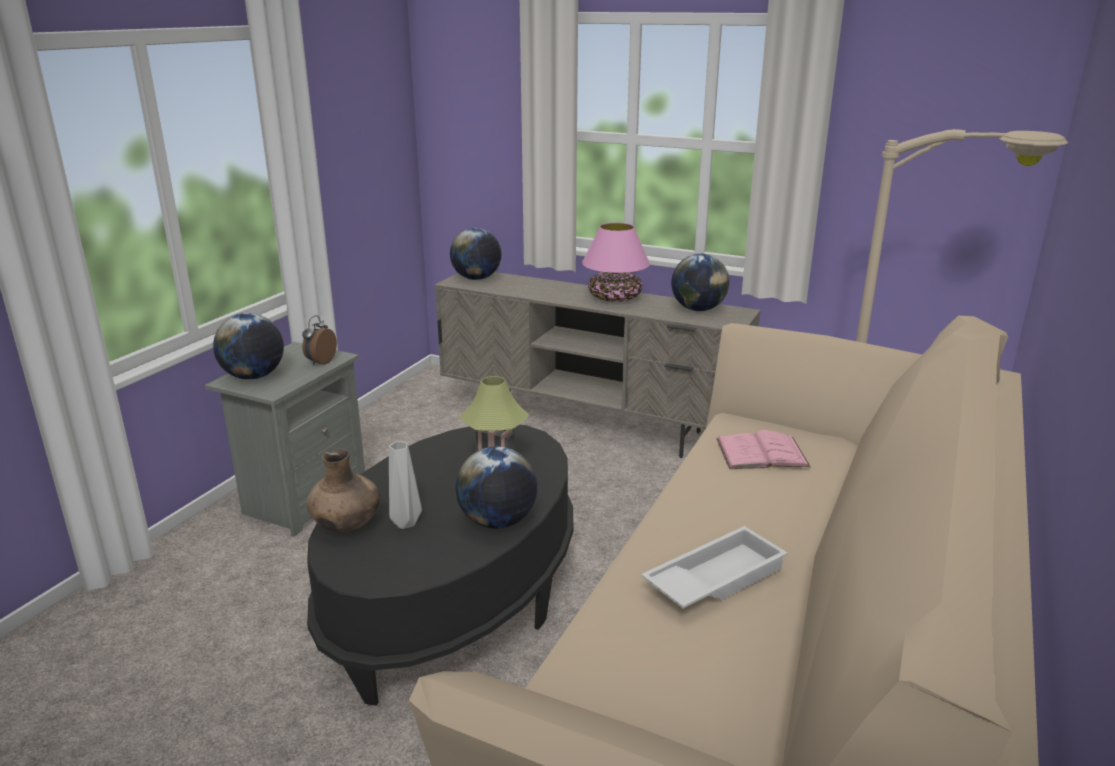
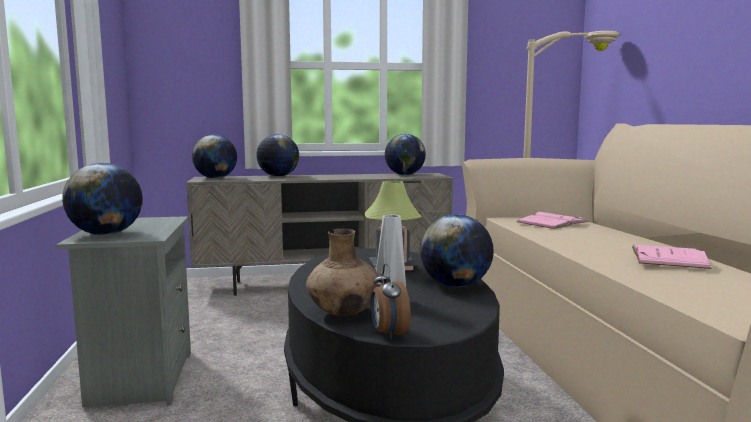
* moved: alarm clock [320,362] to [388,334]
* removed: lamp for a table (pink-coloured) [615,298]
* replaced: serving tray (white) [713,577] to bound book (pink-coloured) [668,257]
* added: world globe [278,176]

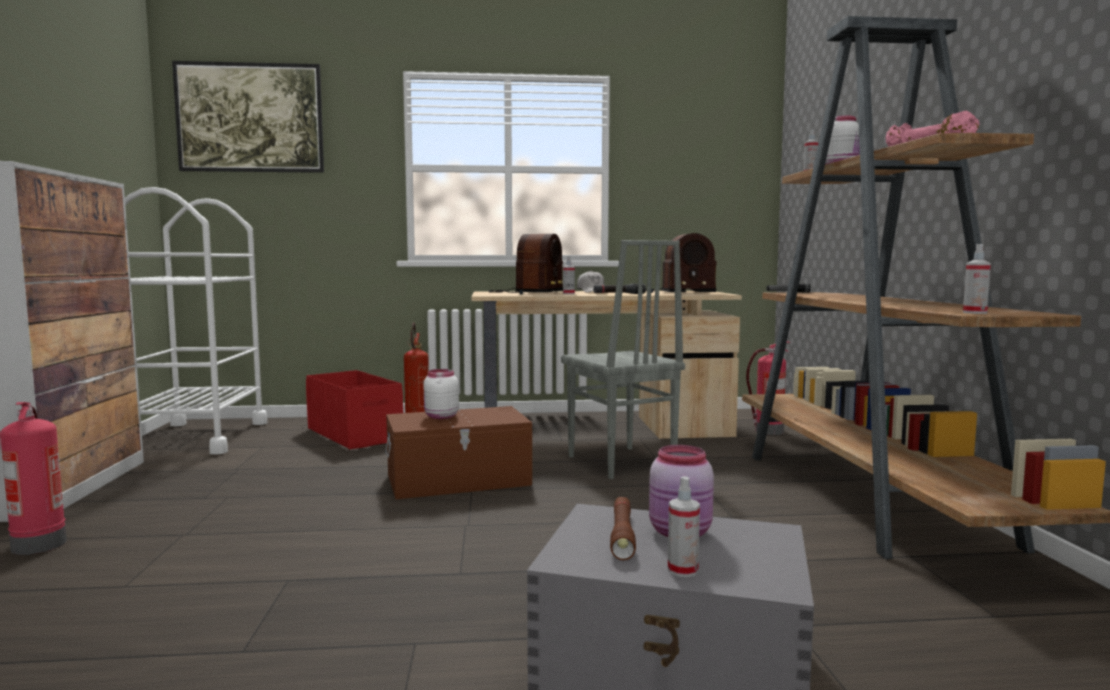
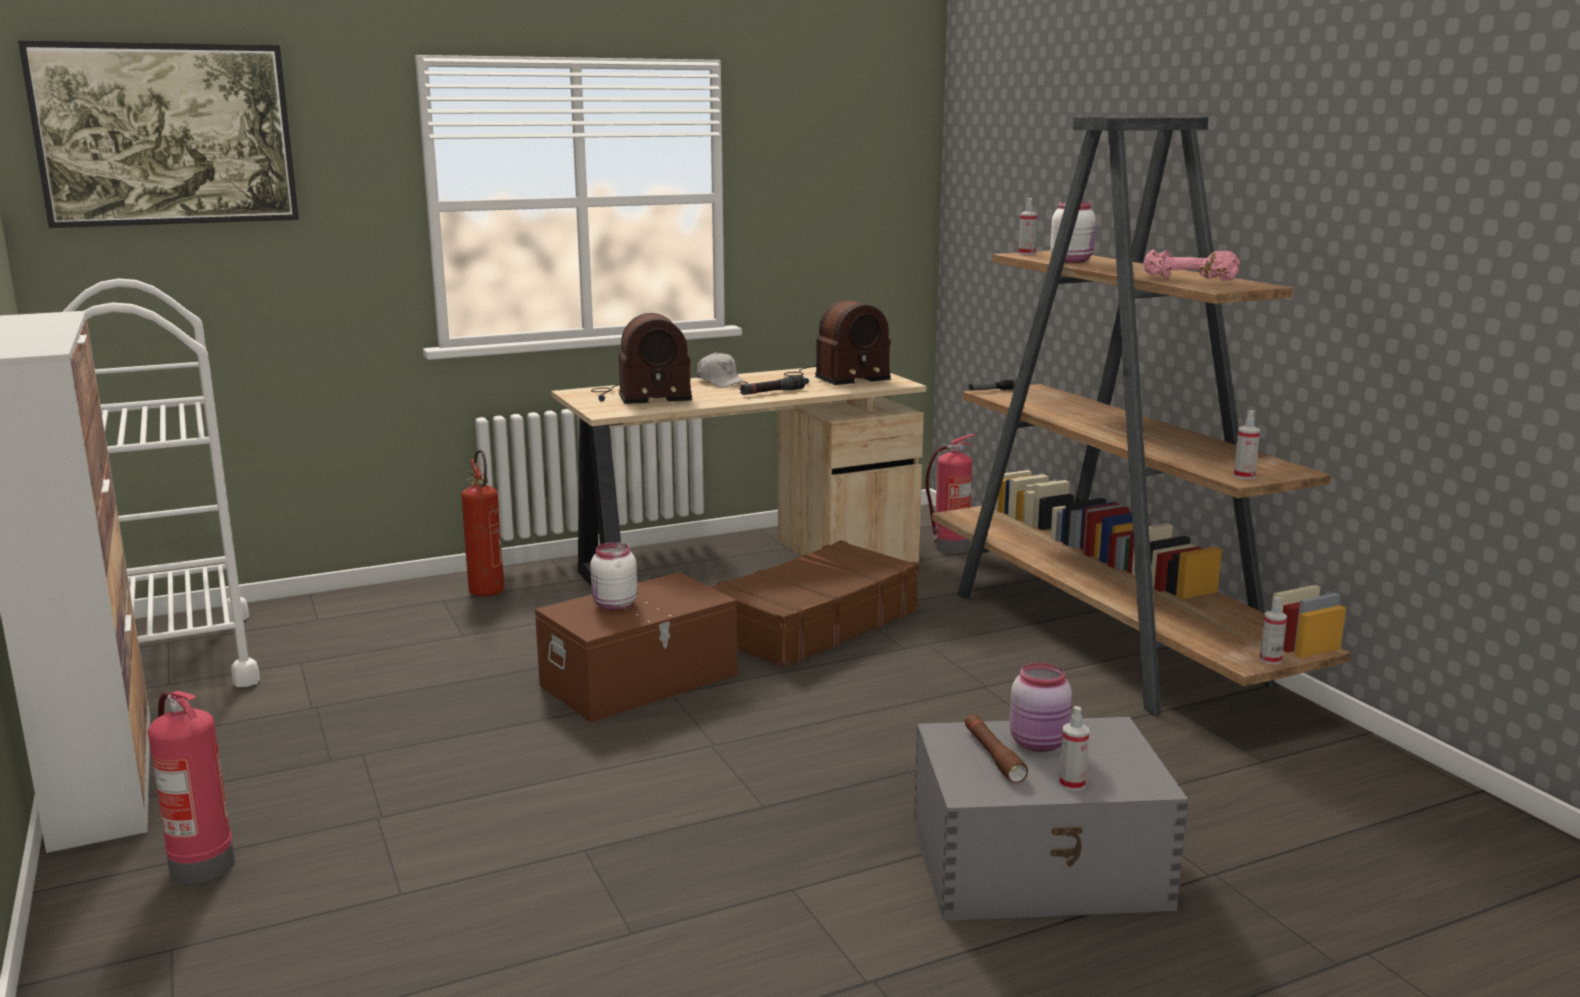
* removed: storage box (red-coloured) [355,434]
* turned: radio set [525,293] = [640,396] 75 degrees clockwise
* replaced: upright chair (gray) [619,463] to piece of luggage (brown-coloured) [812,624]
* moved: sprayer [568,293] to [1270,660]

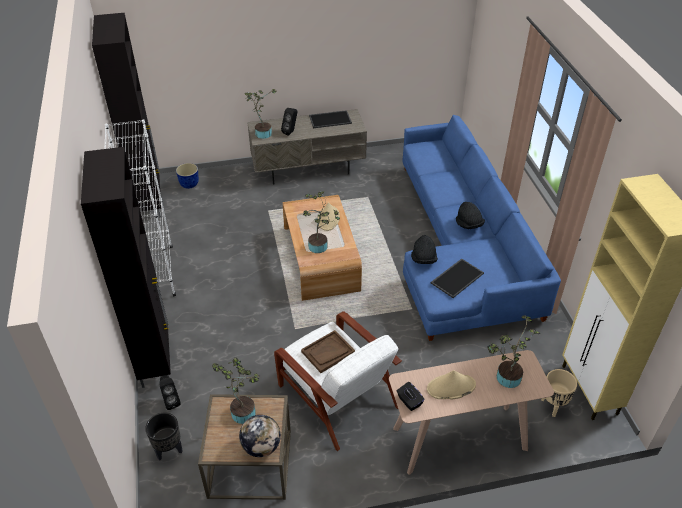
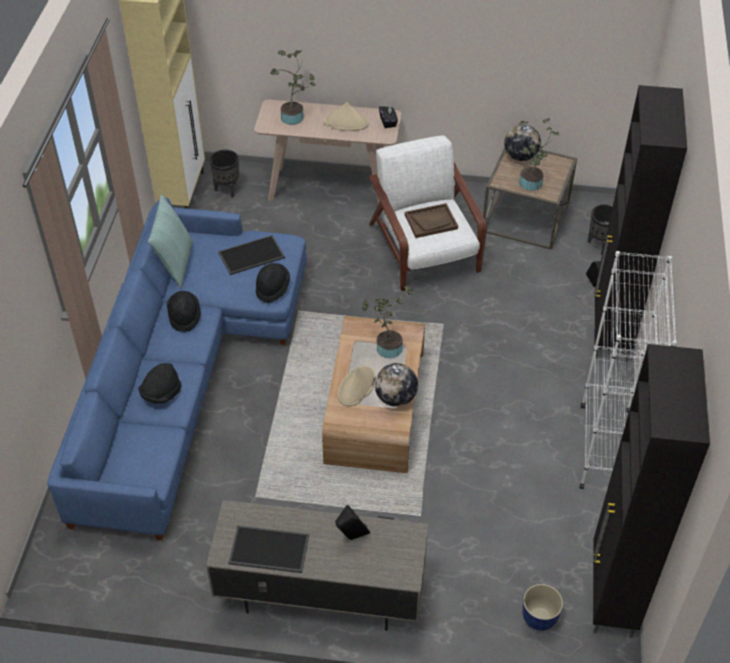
* removed: plant in a pot [262,133]
* recoloured: flower pot (beige-coloured) [553,406] to flower pot (black-coloured) [227,190]
* added: wearable hat (black-coloured) [161,393]
* added: throw pillow [175,263]
* added: world globe [395,398]

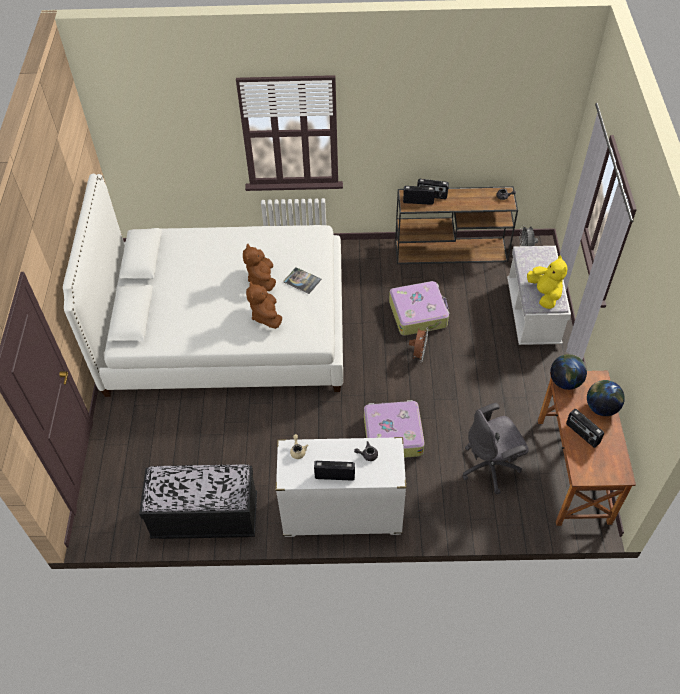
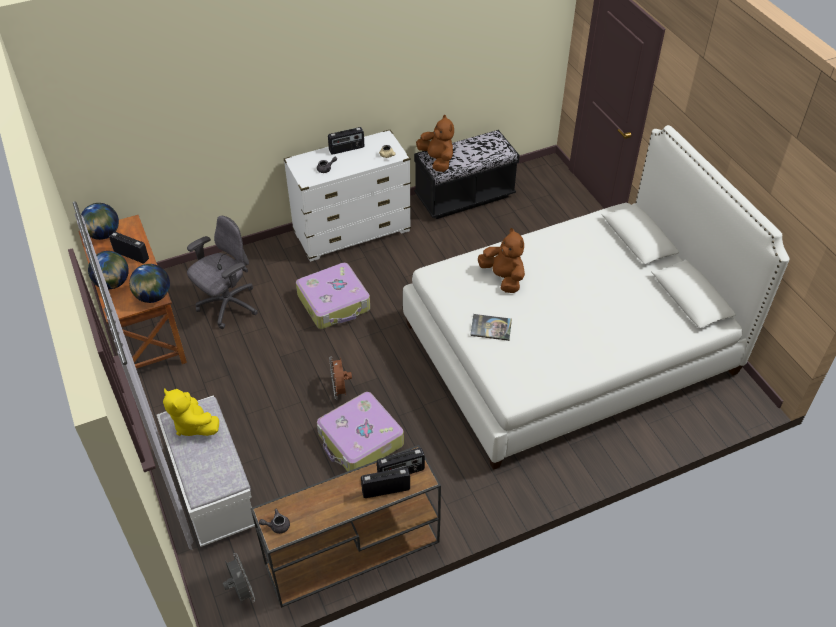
* moved: plush toy (brown-coloured) [262,279] to [437,160]
* added: world globe [103,234]

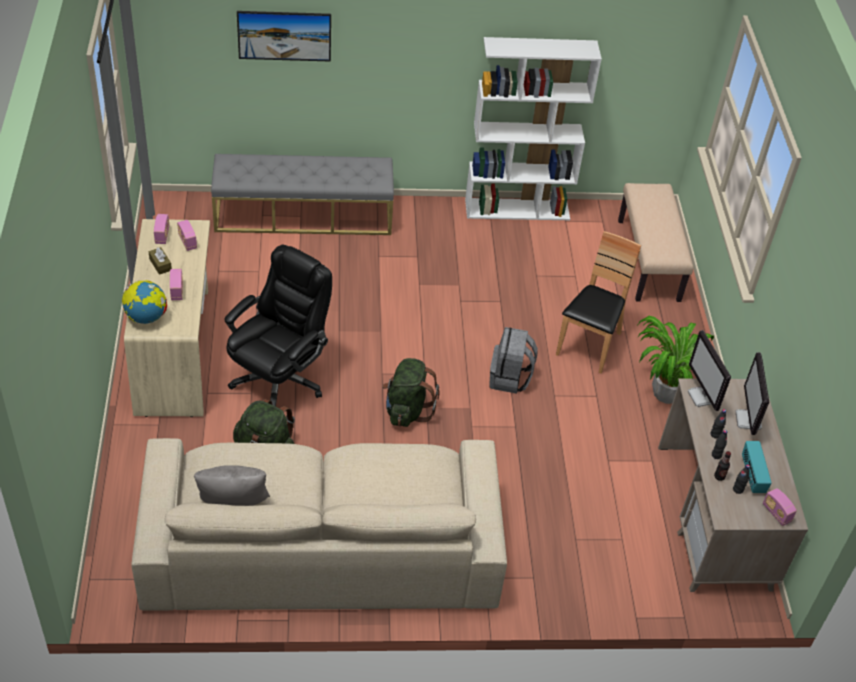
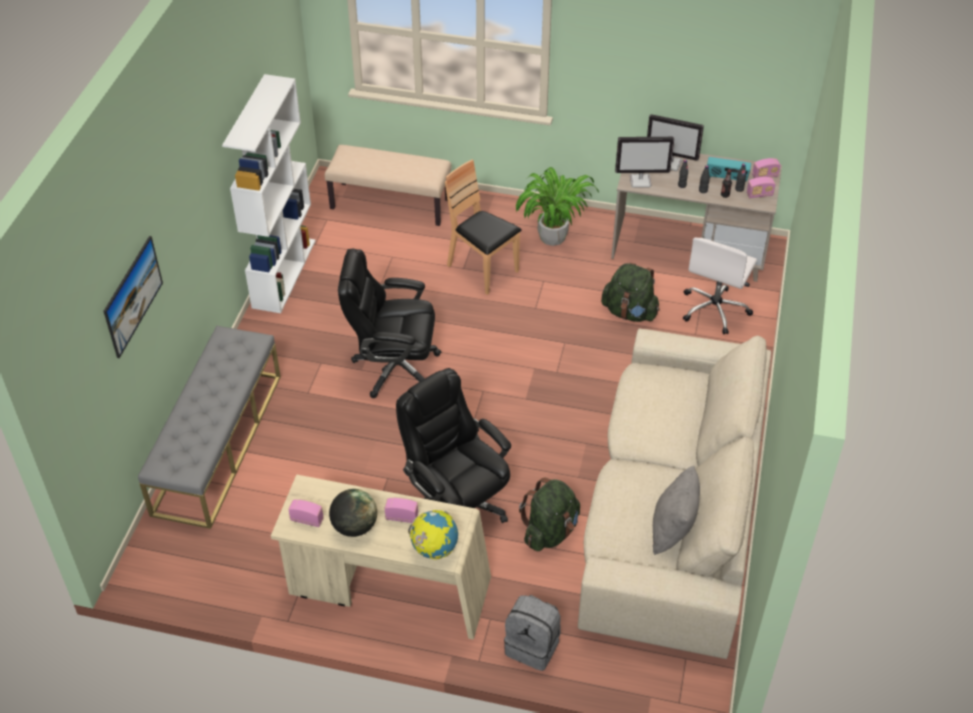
* replaced: tissue box (brown-coloured) [160,264] to world globe [355,527]
* moved: radio set [187,242] to [759,194]
* moved: backpack (green-coloured) [407,410] to [629,312]
* moved: backpack (gray) [510,378] to [533,646]
* added: office chair (black-coloured) [394,367]
* added: office chair (white) [715,309]

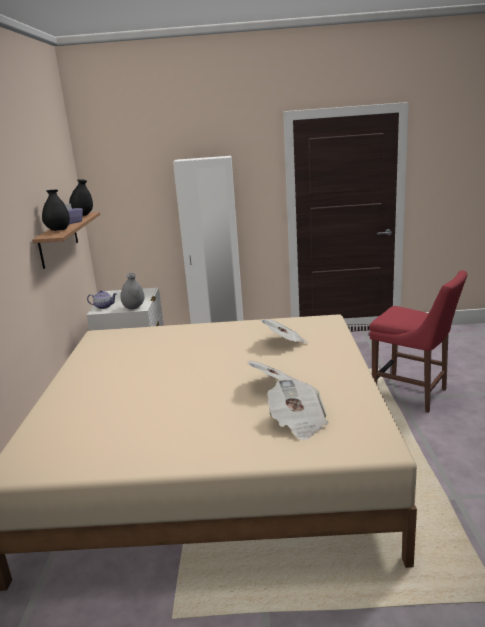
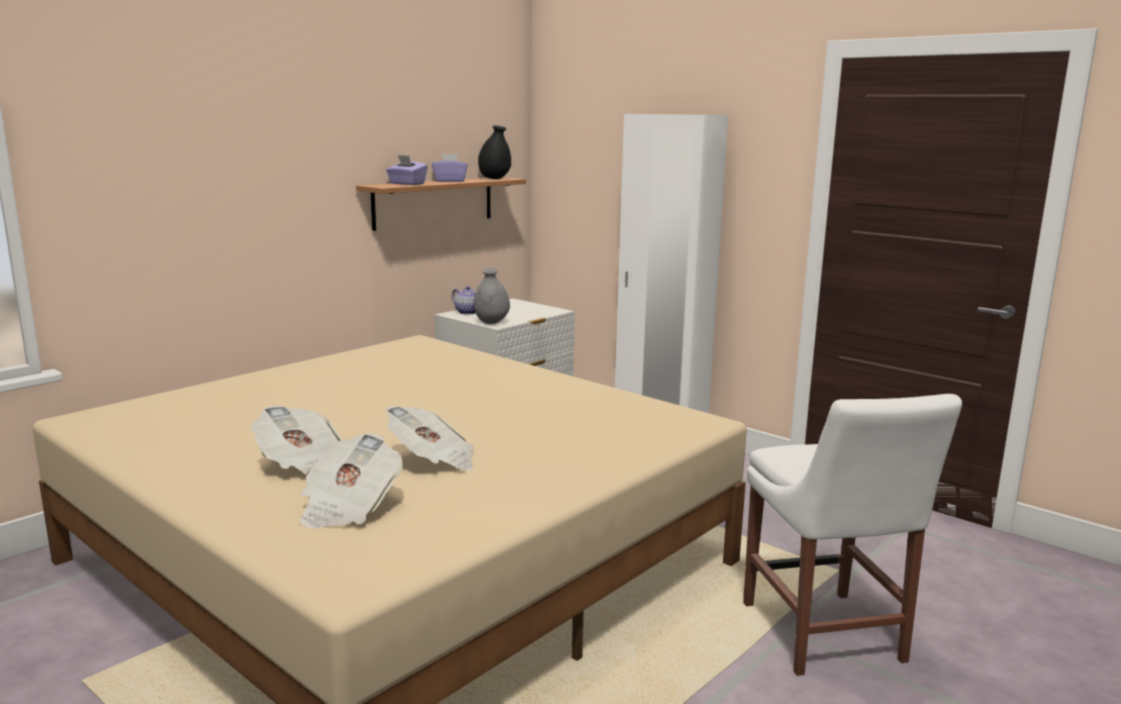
* replaced: flower vase (black-coloured) [58,230] to tissue box (purple-coloured) [407,184]
* moved: printed paper [285,342] to [304,466]
* recoloured: upright chair (red-coloured) [413,394] to upright chair (white) [825,637]

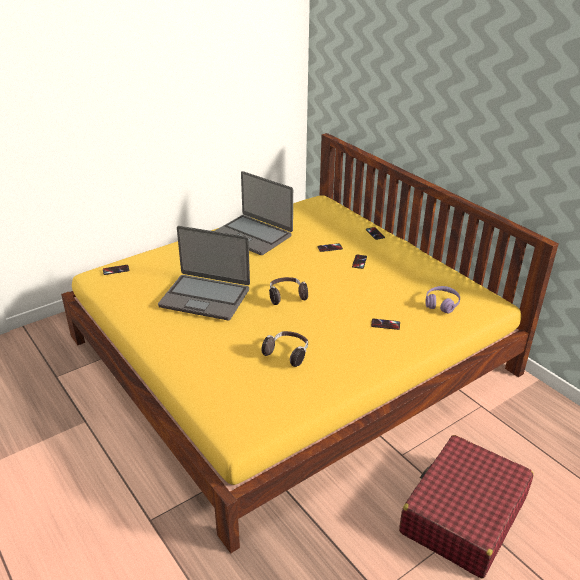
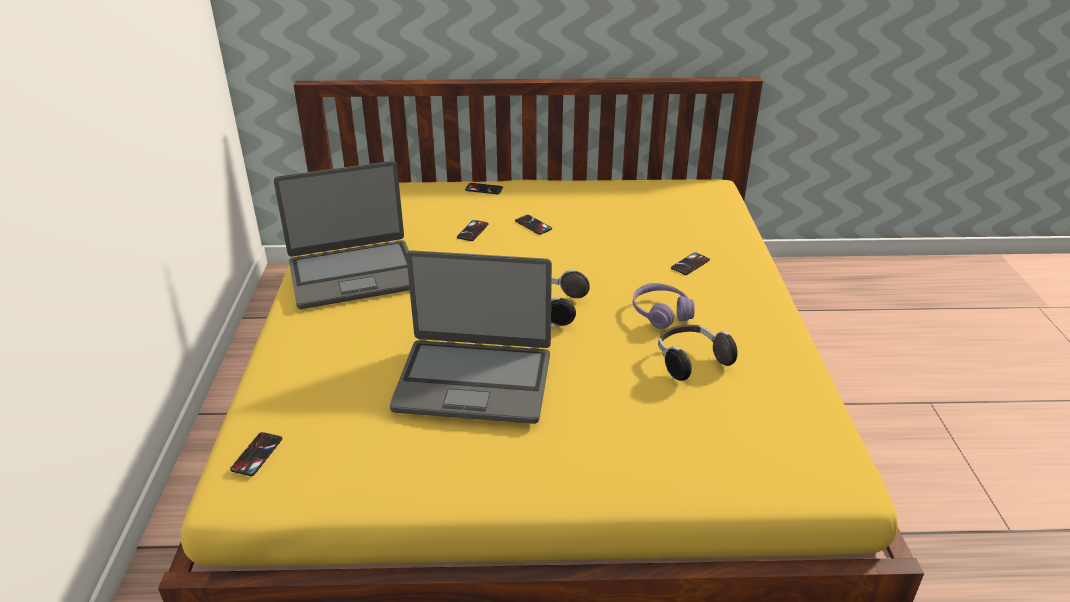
* turned: laptop [205,297] = [474,381] 45 degrees clockwise
* removed: piece of luggage (red-coloured) [463,515]
* moved: pair of headphones (purple-coloured) [441,304] to [661,313]

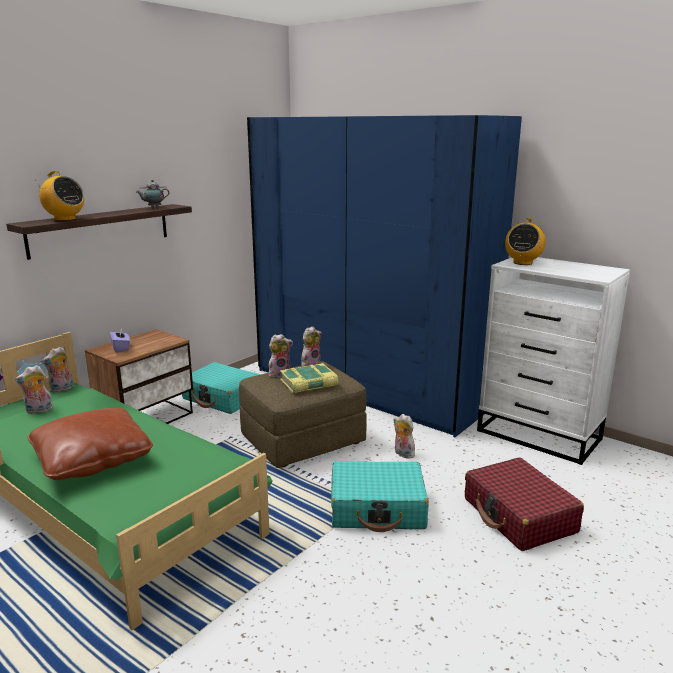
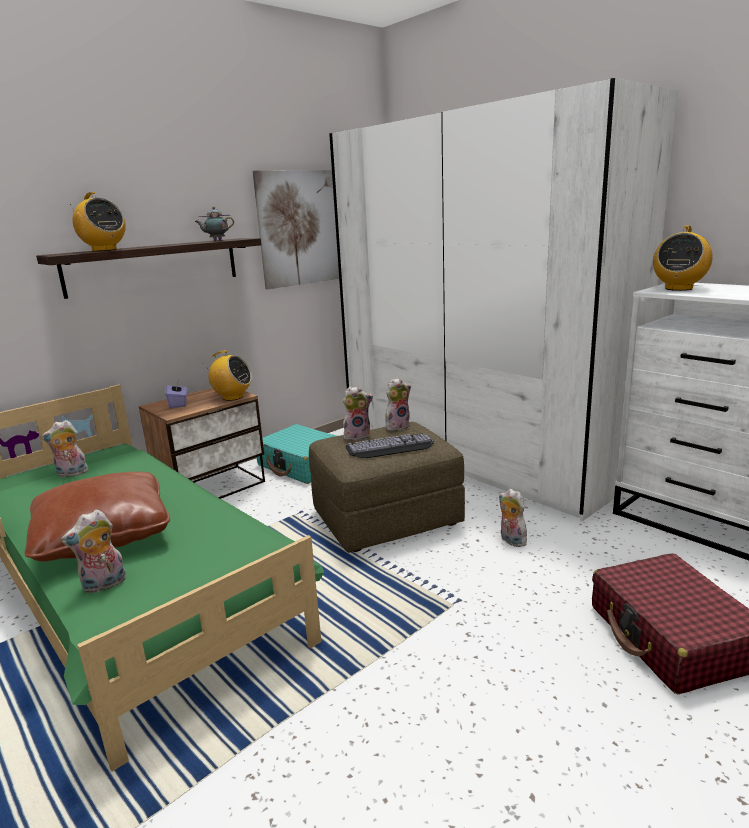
* moved: plush toy [62,389] to [104,585]
* recoloured: clothes cupboard (blue-coloured) [369,387] to clothes cupboard (white) [477,456]
* replaced: bound book [309,383] to PC keyboard [390,447]
* removed: piece of luggage (blue-green) [378,508]
* added: radio set [232,397]
* added: wall picture [305,228]

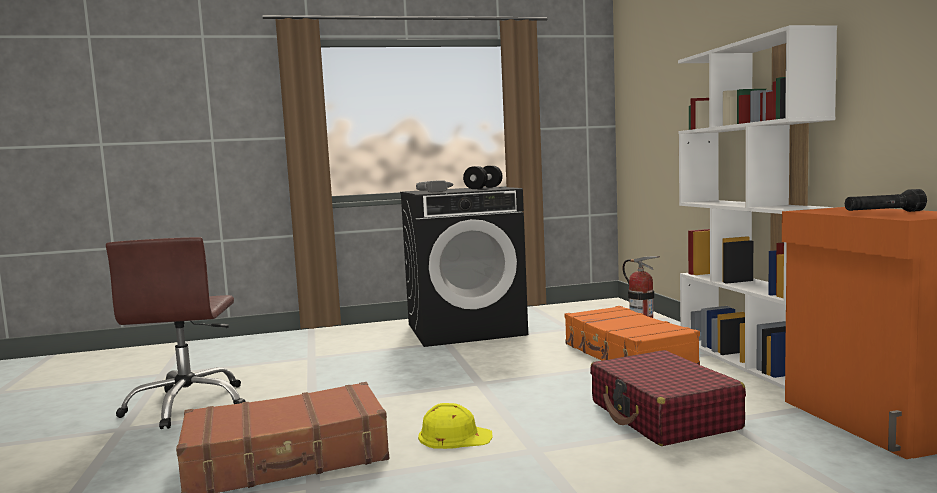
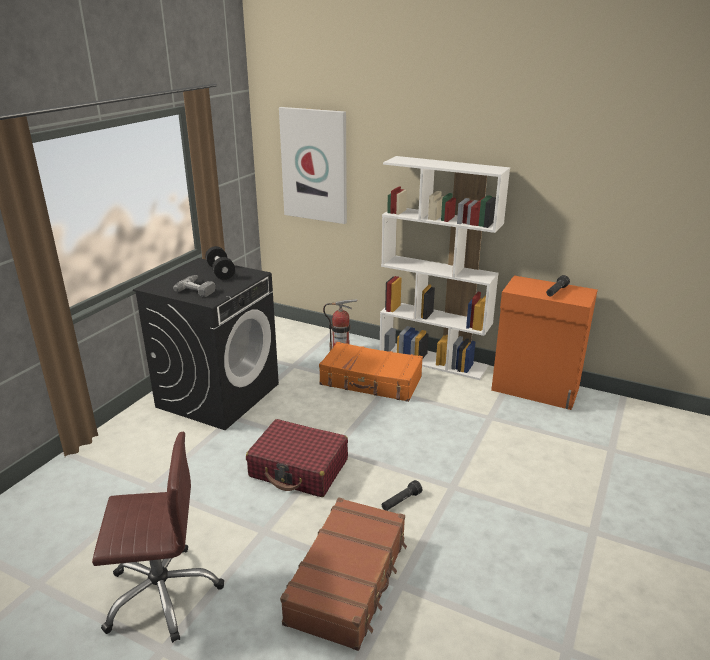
* turned: office chair (brown-coloured) [188,405] = [162,593] 45 degrees counterclockwise
* replaced: safety helmet (yellow-coloured) [454,436] to torch (black-coloured) [401,501]
* moved: piece of luggage (red-coloured) [663,416] to [299,468]
* added: wall picture [314,165]

